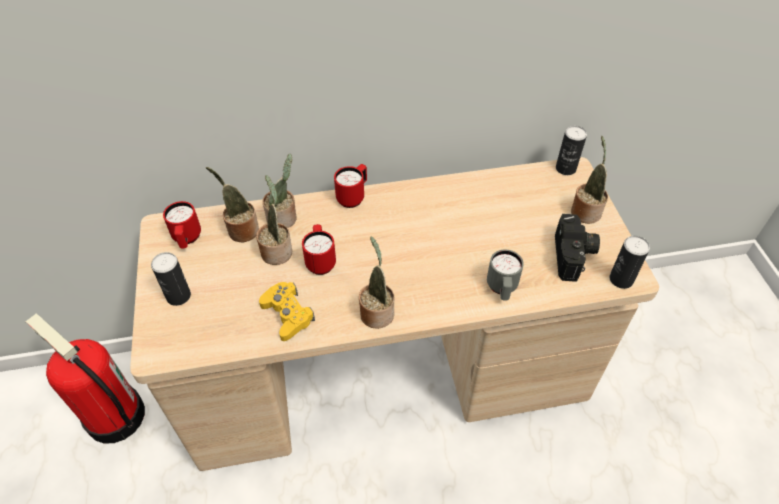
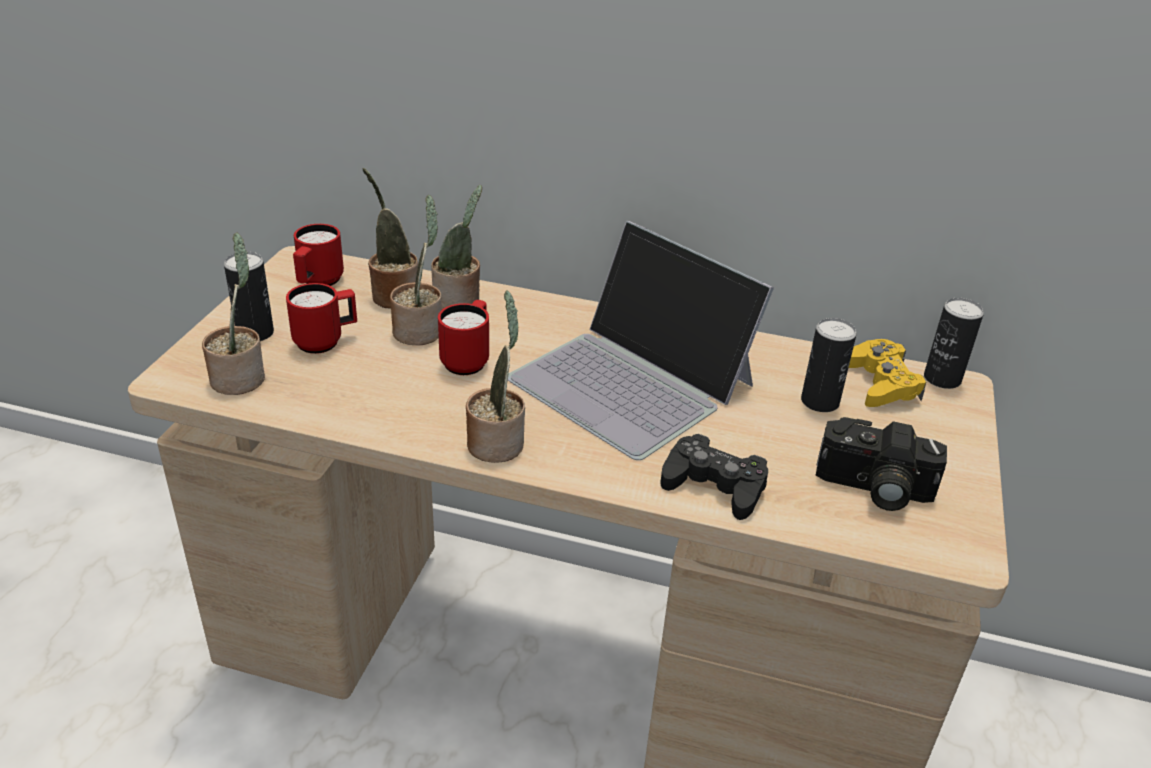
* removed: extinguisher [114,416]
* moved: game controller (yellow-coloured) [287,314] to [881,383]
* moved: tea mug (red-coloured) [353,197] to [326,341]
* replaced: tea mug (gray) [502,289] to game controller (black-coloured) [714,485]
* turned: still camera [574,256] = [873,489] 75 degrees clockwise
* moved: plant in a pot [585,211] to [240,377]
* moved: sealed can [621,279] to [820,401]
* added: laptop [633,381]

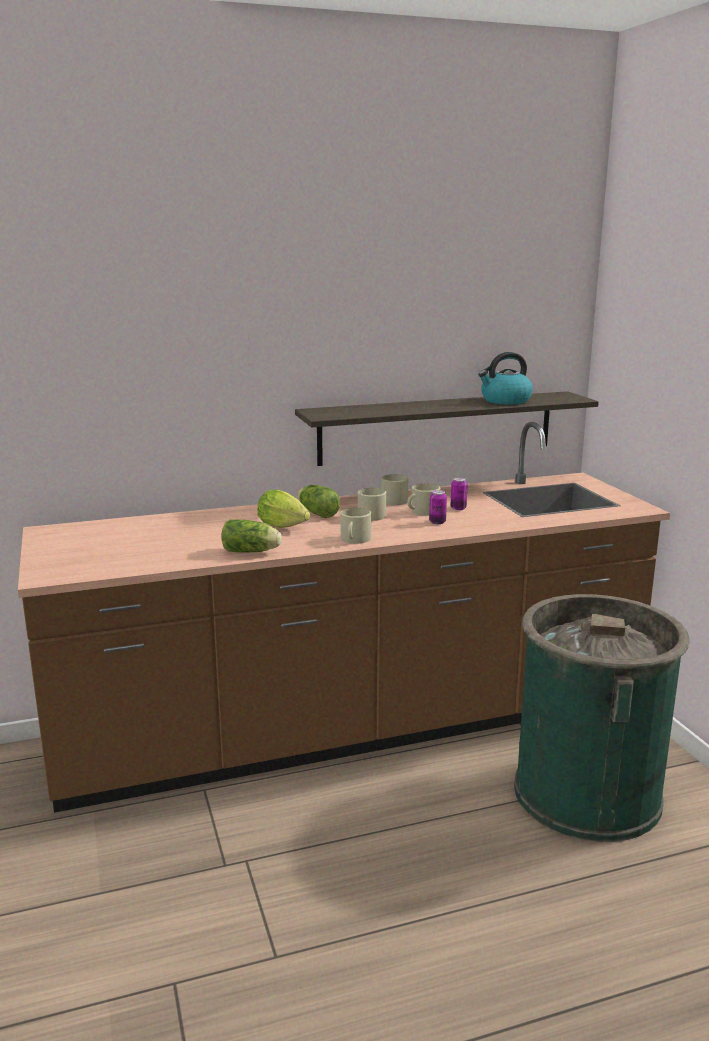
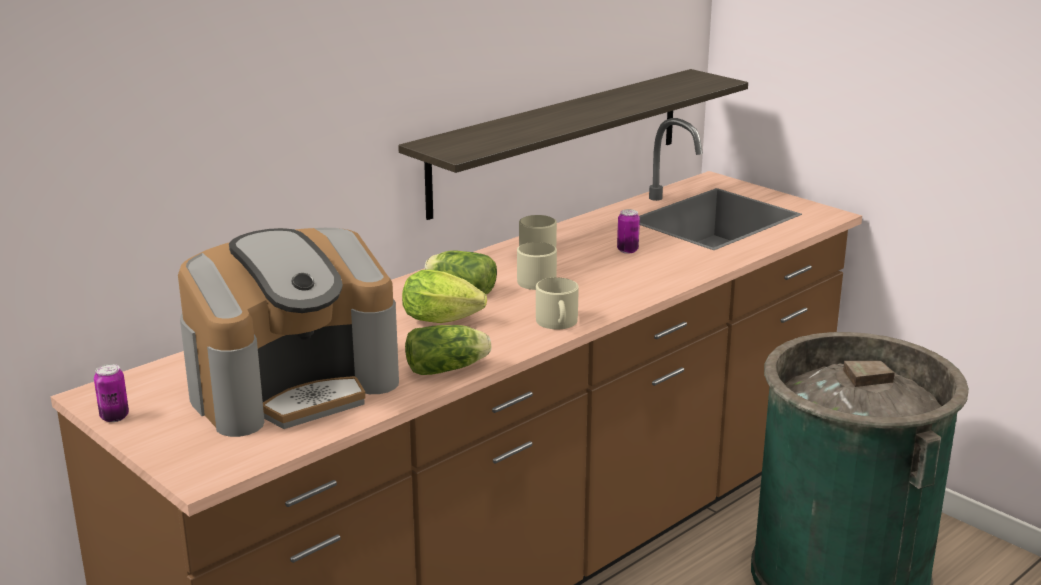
* removed: tea mug (beige-coloured) [422,512]
* moved: sealed can [437,522] to [114,417]
* removed: water kettle [505,401]
* added: coffee brewer [293,386]

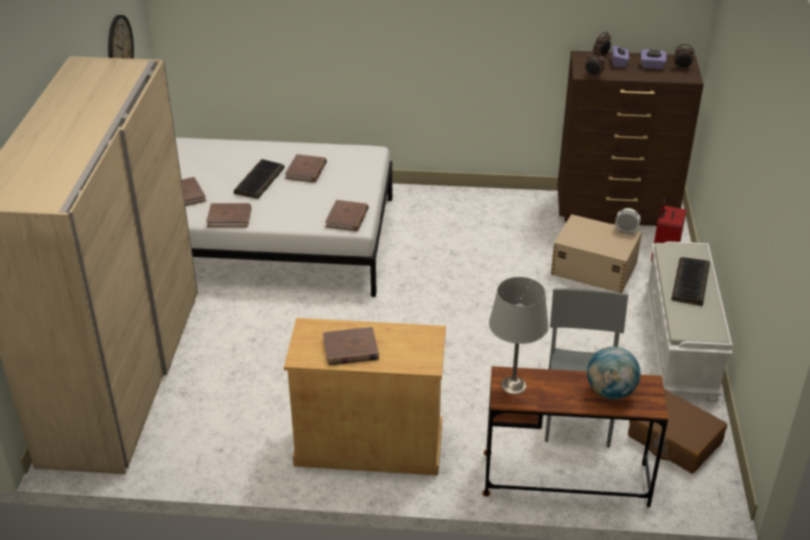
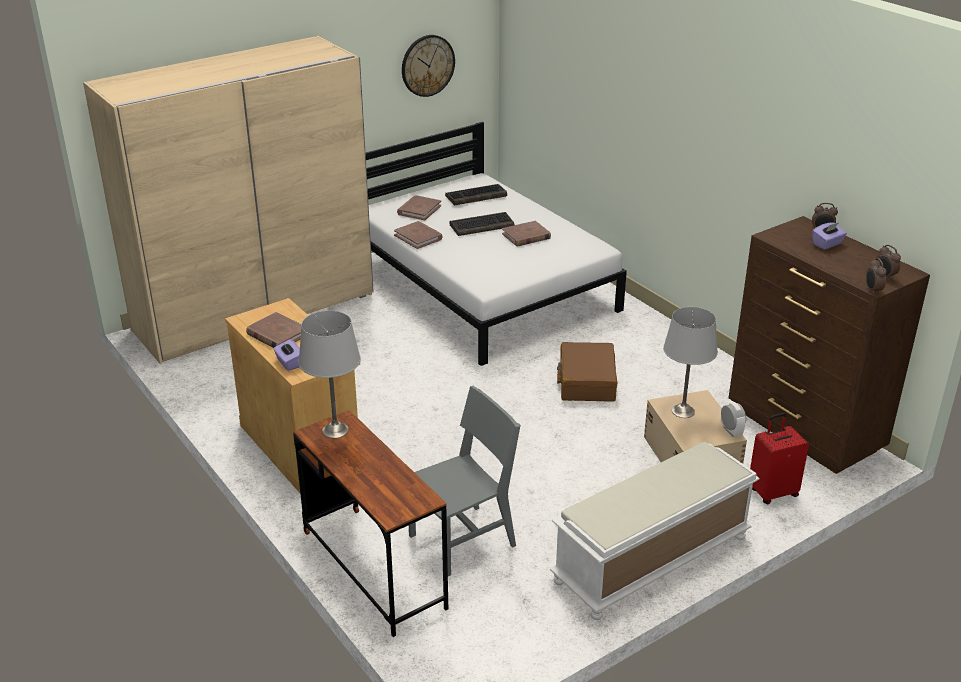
* removed: bound book (brown-coloured) [347,218]
* moved: alarm clock [593,76] to [872,290]
* removed: world globe [610,392]
* moved: piece of luggage (brown-coloured) [674,440] to [586,381]
* moved: tissue box (purple-coloured) [652,66] to [289,363]
* moved: PC keyboard [691,283] to [475,196]
* added: lamp for a table (gray) [683,411]

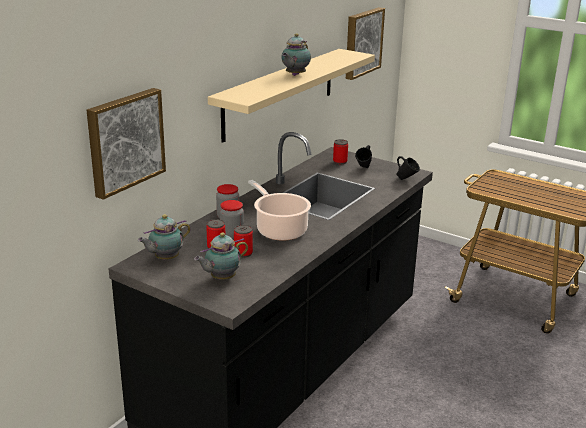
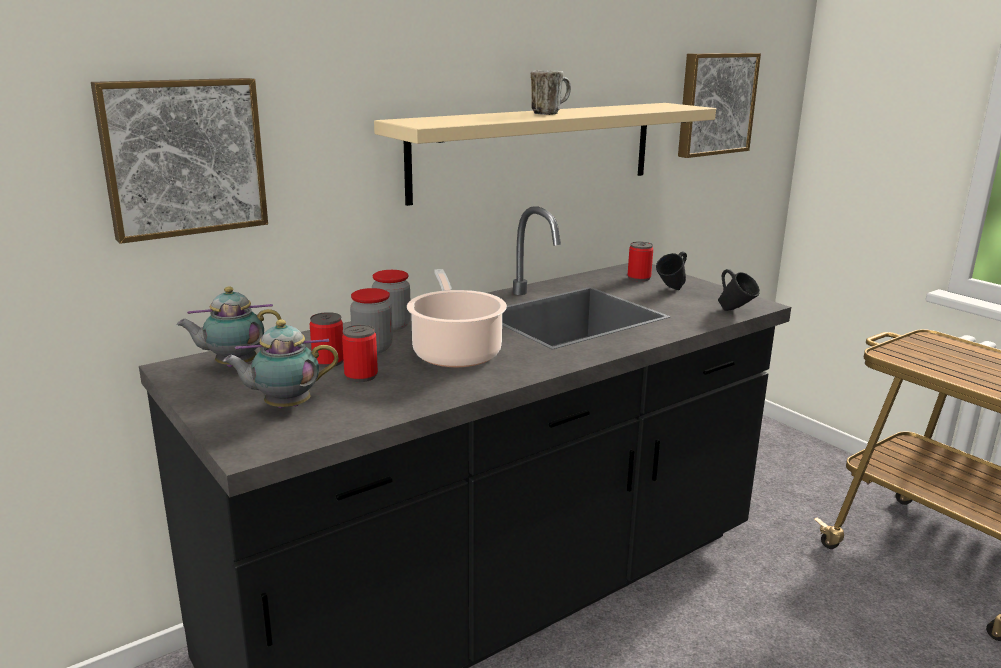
* replaced: pot for tea [294,75] to tea mug [549,113]

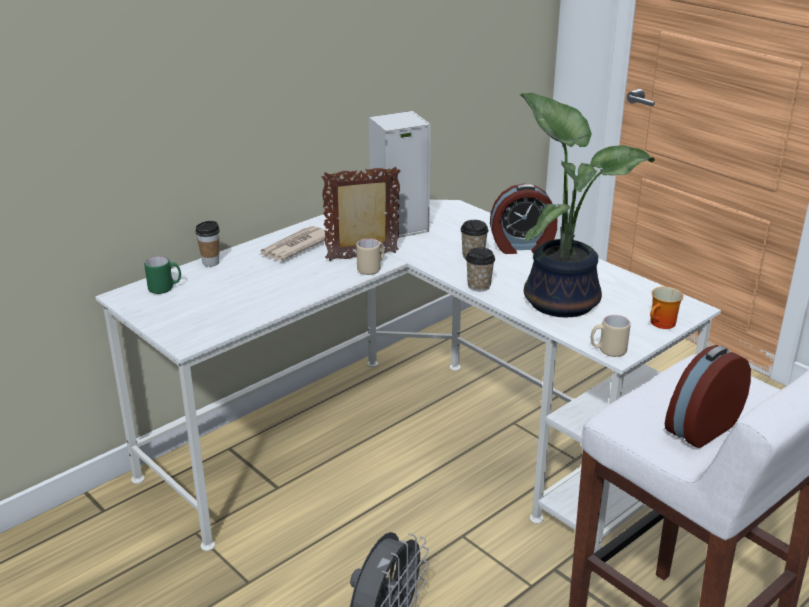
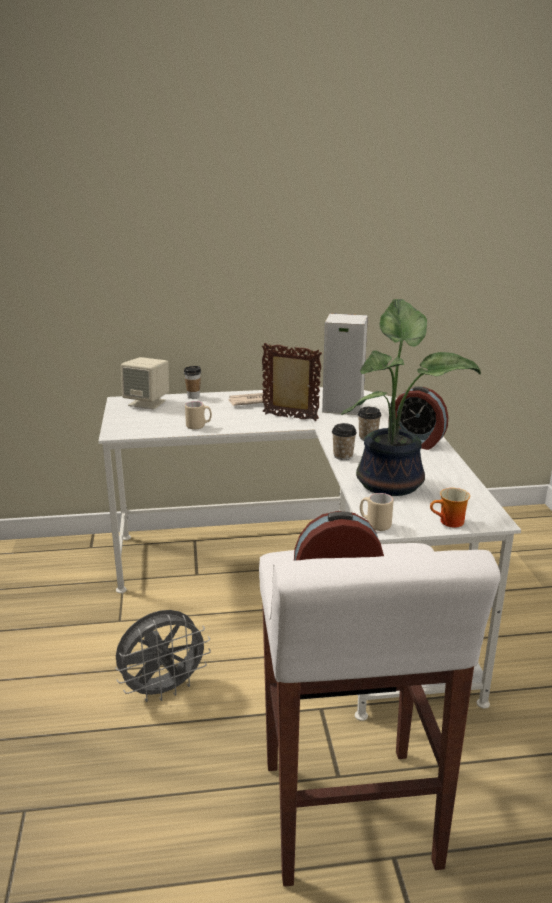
* replaced: tea mug (green-coloured) [165,288] to audio speaker (beige-coloured) [147,403]
* moved: tea mug (beige-coloured) [372,269] to [199,426]

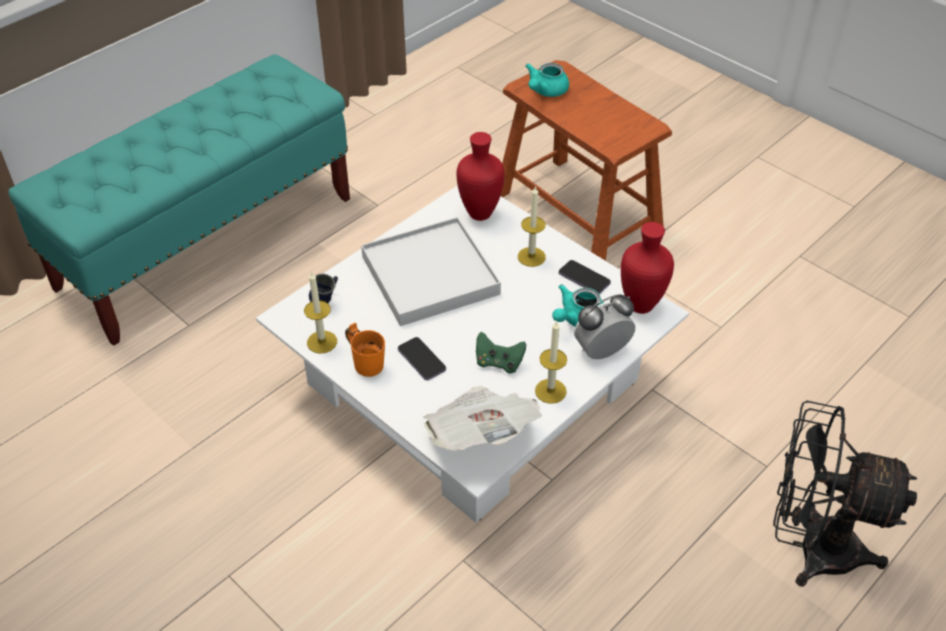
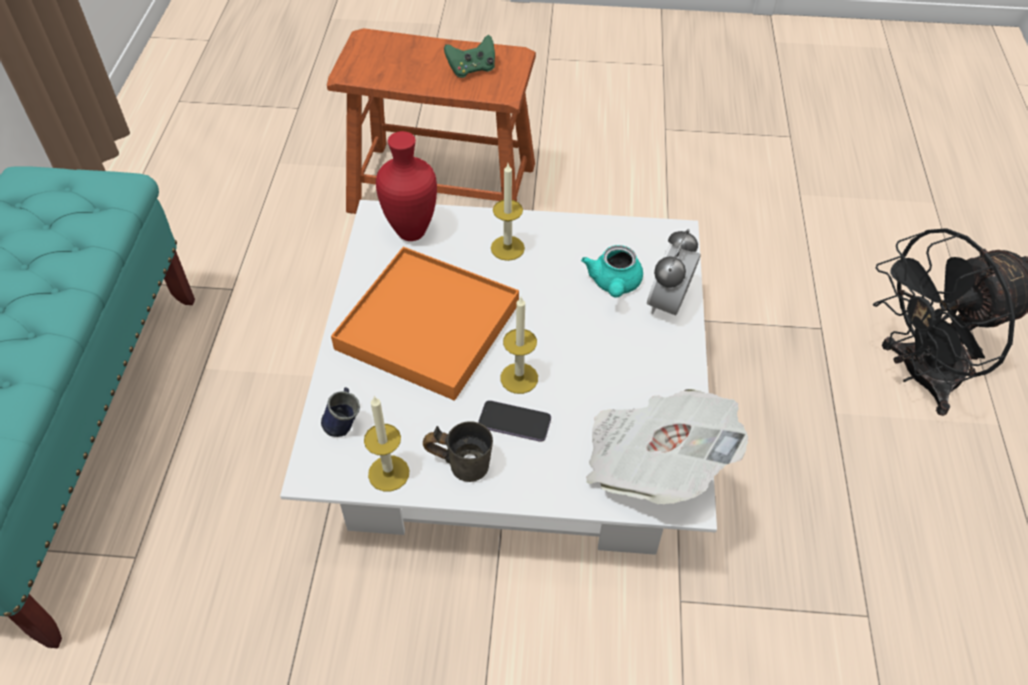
* recoloured: tea mug (orangey) [368,361] to tea mug (gray) [462,461]
* recoloured: serving tray (white) [430,275] to serving tray (orangey) [428,326]
* moved: game controller (green-coloured) [499,363] to [472,69]
* removed: pot for tea (blue-green) [545,91]
* moved: wax light [550,391] to [519,378]
* removed: handset [584,278]
* removed: flower vase (red-coloured) [642,305]

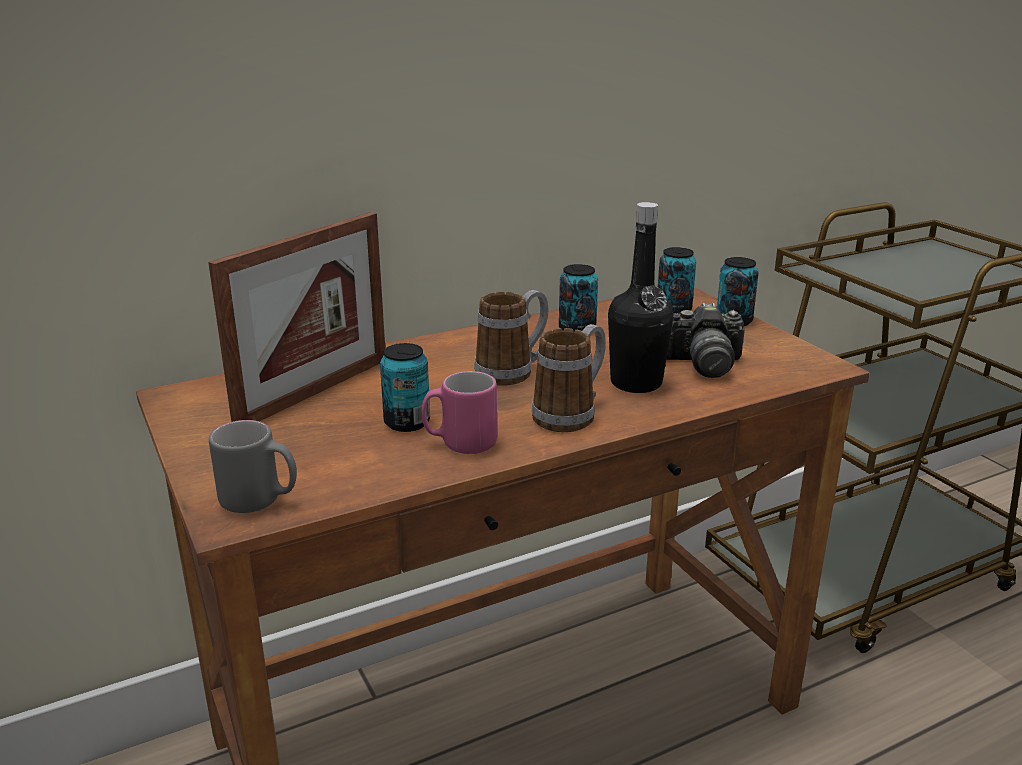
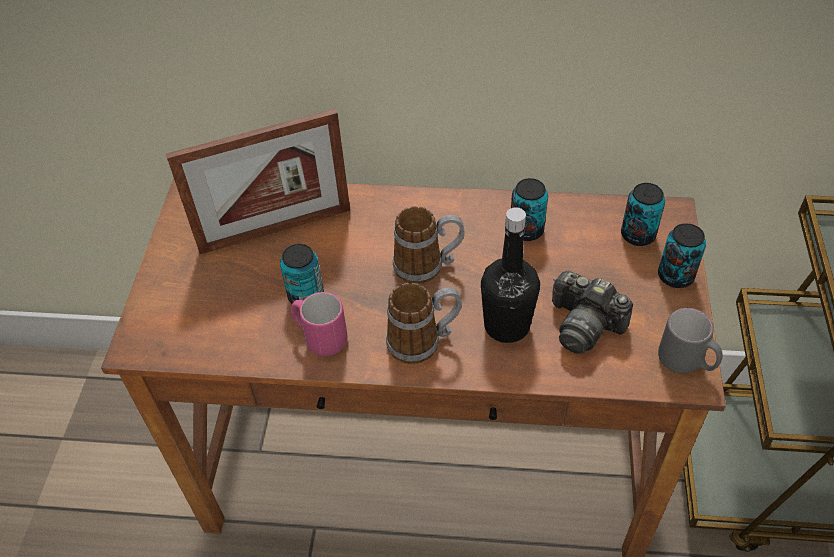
* moved: tea mug (gray) [260,501] to [686,362]

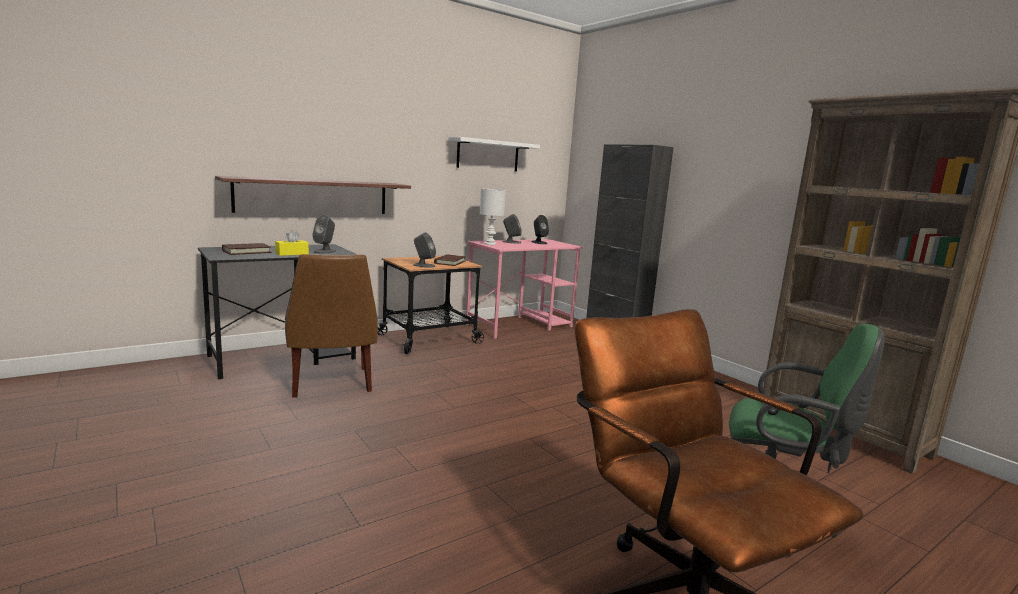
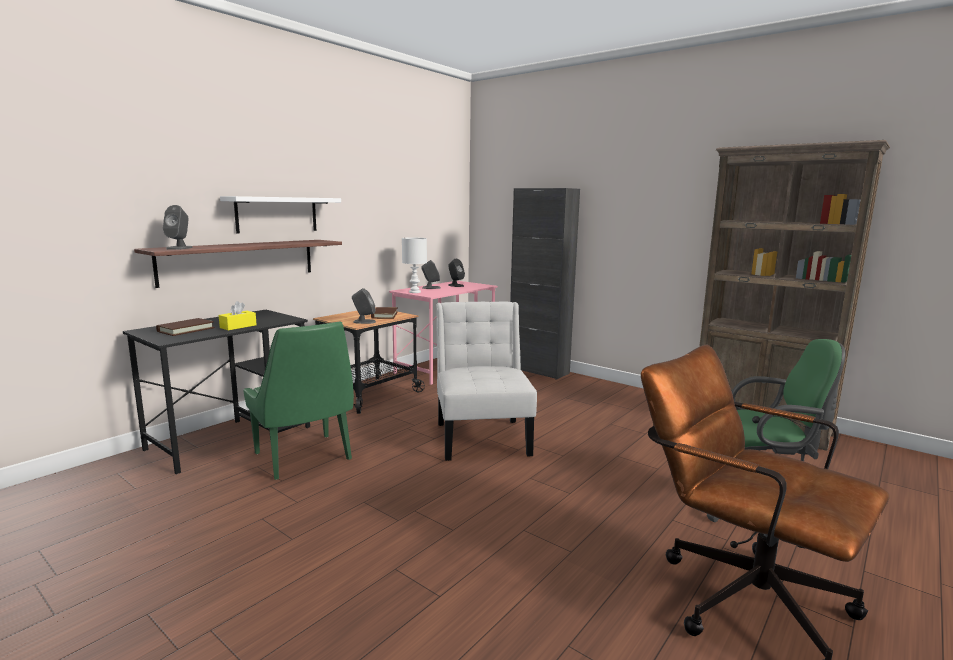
* recoloured: upright chair (brown-coloured) [331,383] to upright chair (green-coloured) [304,457]
* moved: audio speaker (gray) [325,251] to [179,248]
* moved: wall shelf (white) [488,155] to [277,214]
* added: upright chair (white) [482,436]

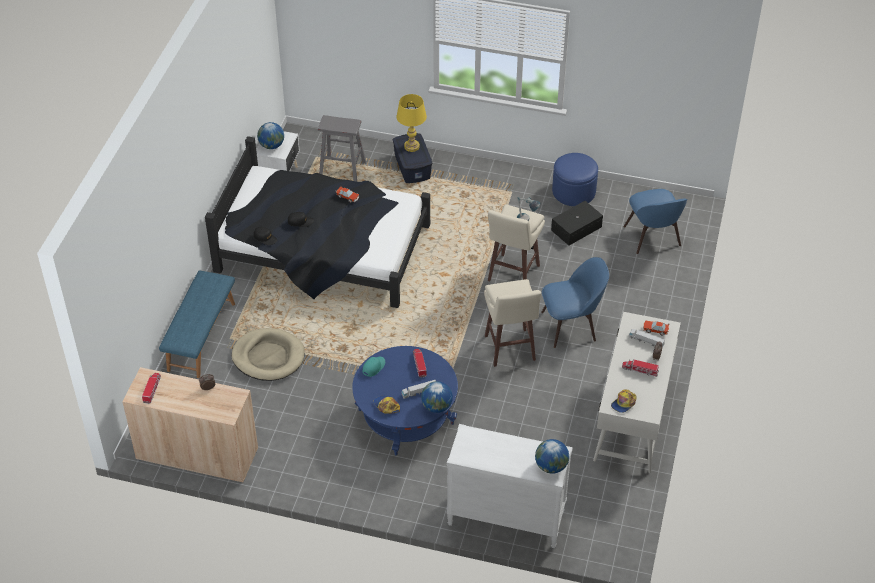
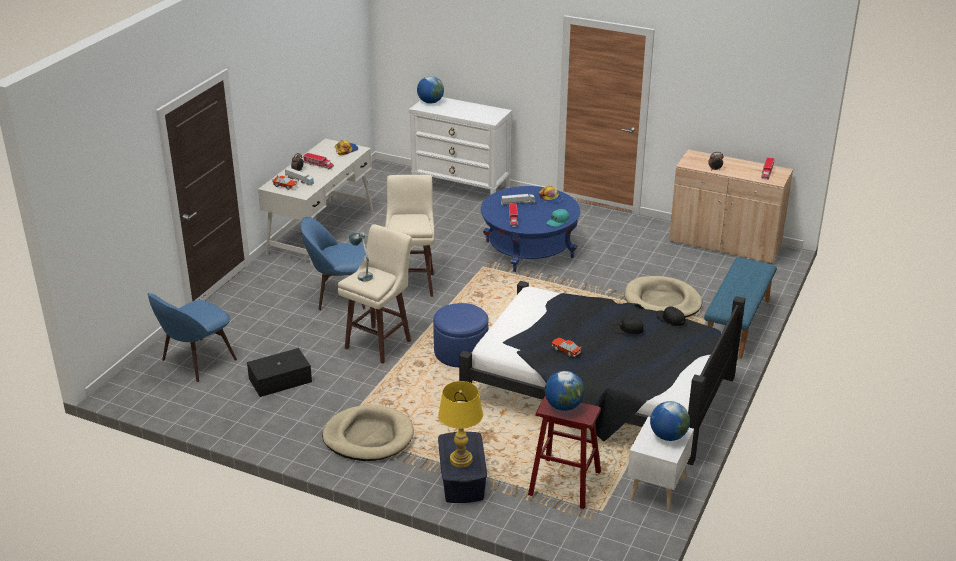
* recoloured: stool seat (gray) [342,173] to stool seat (red-coloured) [564,483]
* moved: world globe [436,407] to [564,406]
* moved: ottoman (blue-coloured) [573,191] to [461,352]
* turned: upright chair (blue-coloured) [653,238] = [196,361] 135 degrees counterclockwise
* added: dog cushion (beige-coloured) [368,437]

